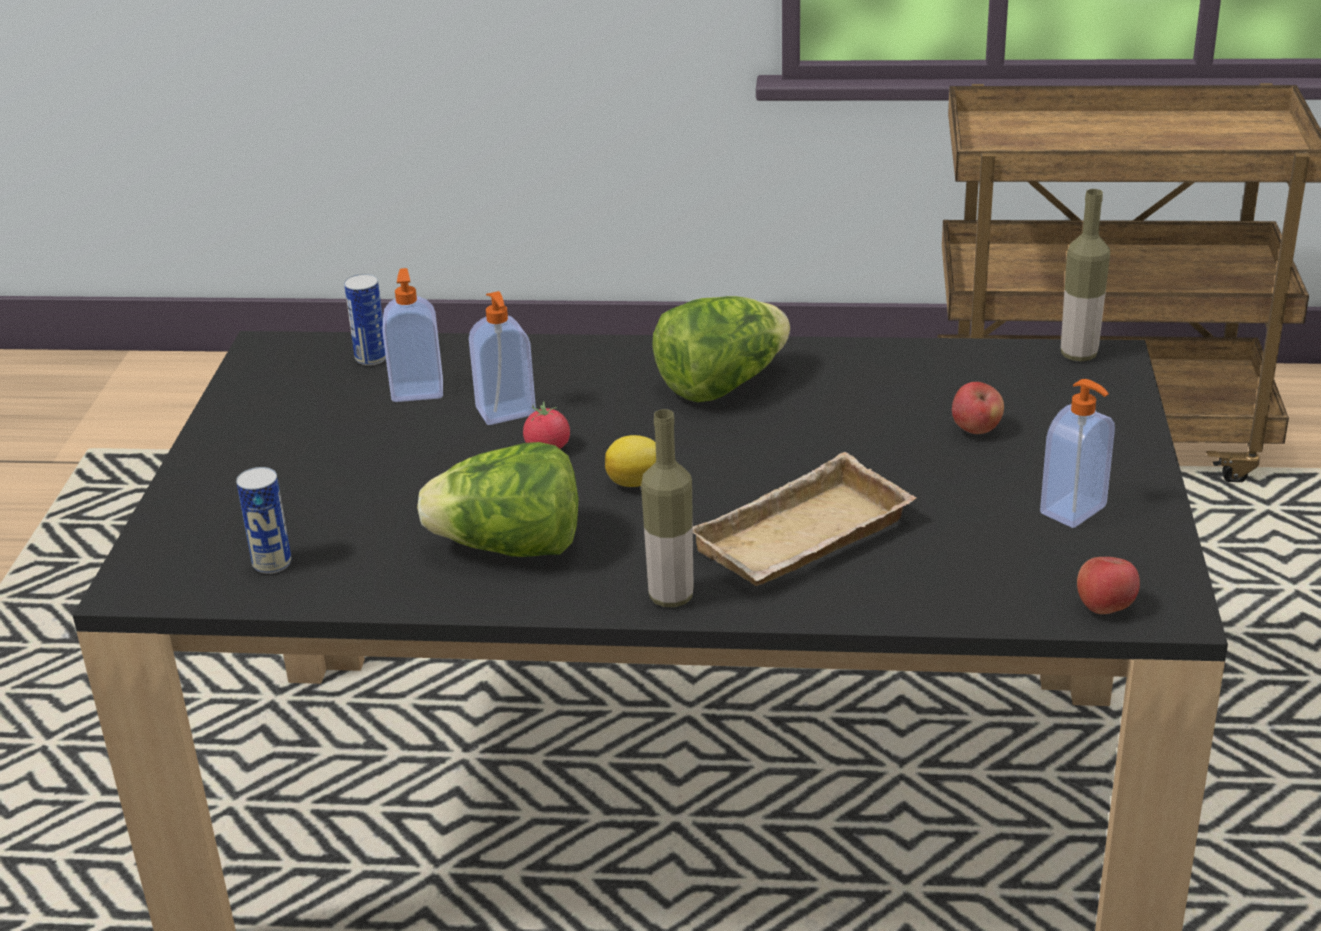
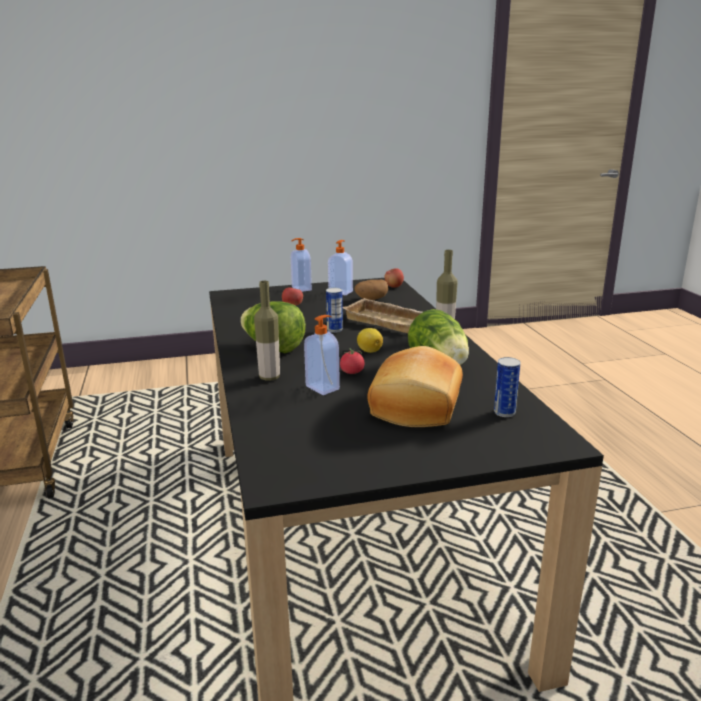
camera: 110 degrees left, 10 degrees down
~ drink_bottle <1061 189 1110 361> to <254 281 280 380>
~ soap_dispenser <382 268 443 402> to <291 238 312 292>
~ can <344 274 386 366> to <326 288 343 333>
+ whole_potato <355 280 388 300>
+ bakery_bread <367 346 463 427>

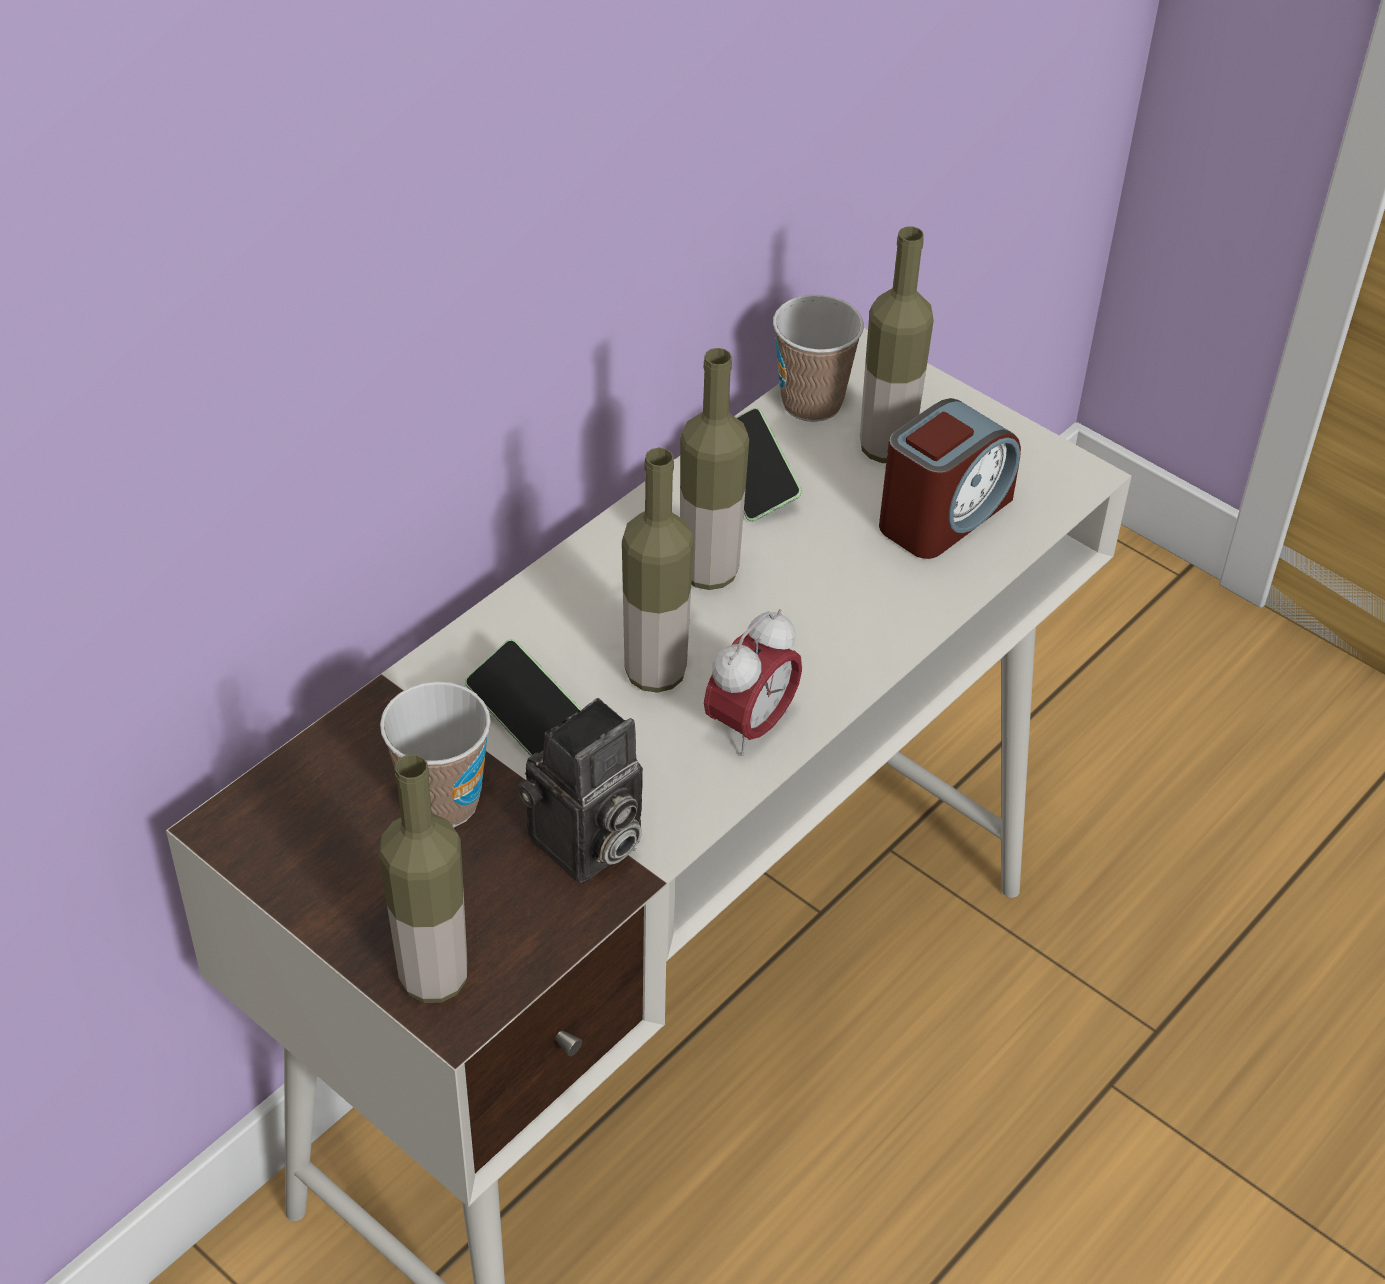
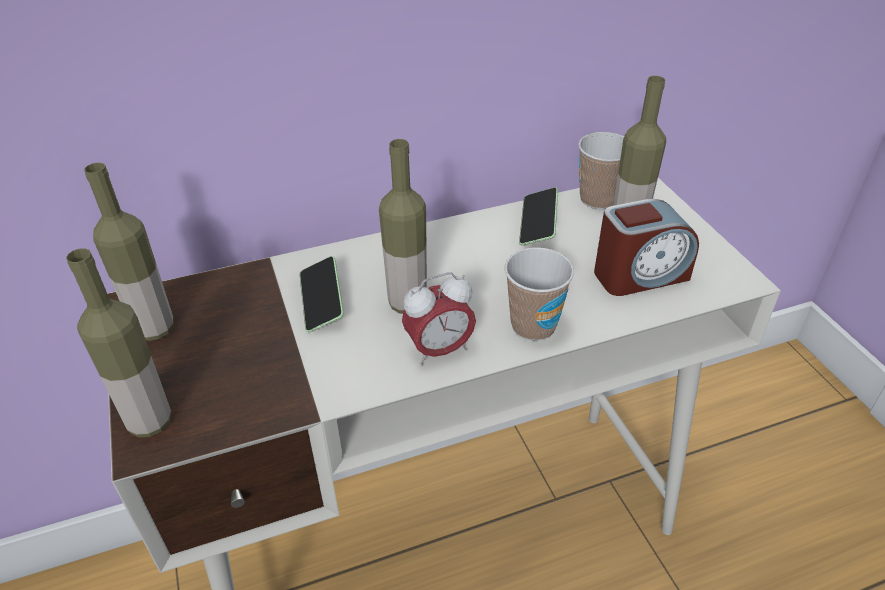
camera: 30 degrees right, 5 degrees down
~ drink_bottle <680 348 749 590> to <84 163 174 341>
~ cup <380 682 491 827> to <505 247 574 341>
- still_camera <518 698 643 883>

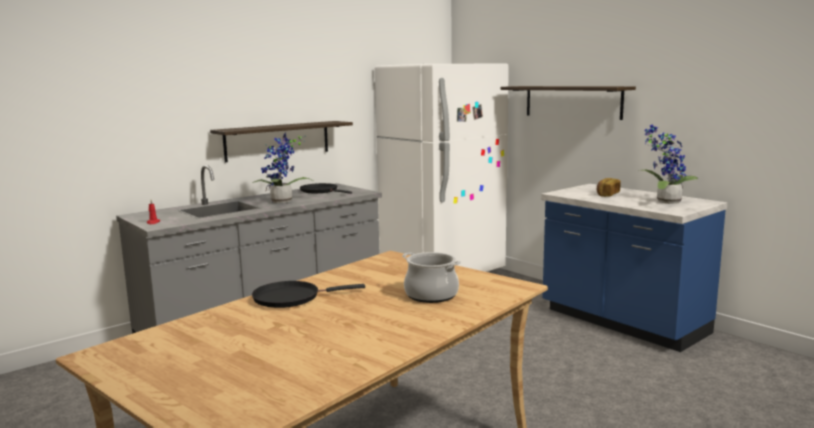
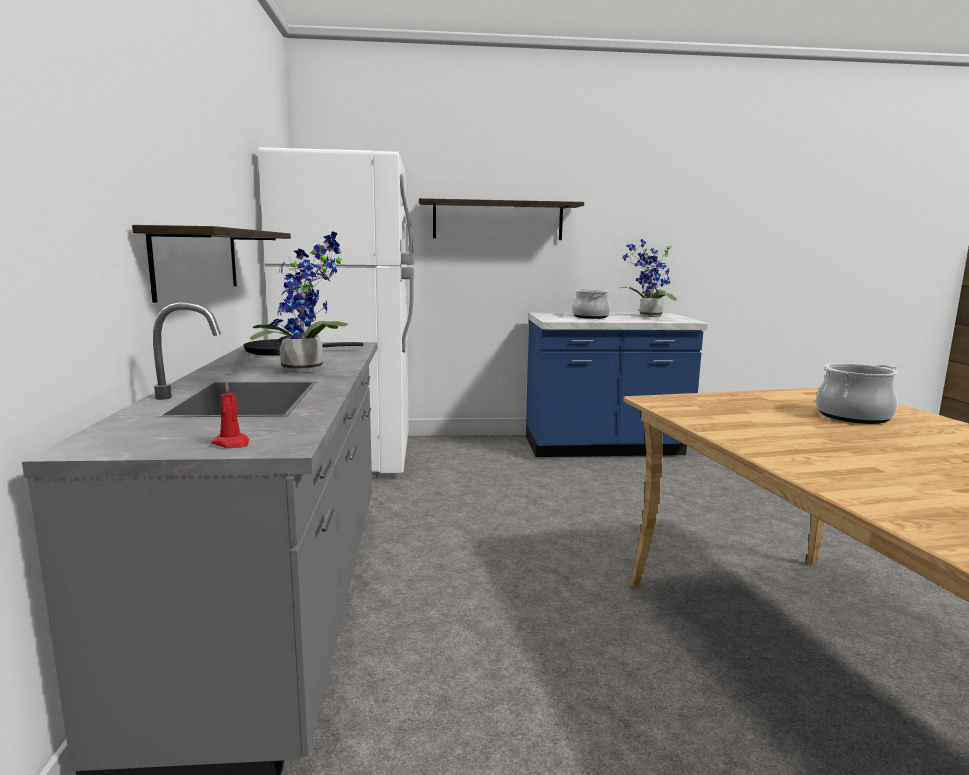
camera: 55 degrees left, 0 degrees up
~ bakery_bread <597 178 621 197> to stockpot <572 289 610 319>
- blackish_frying_pan <252 281 365 308>

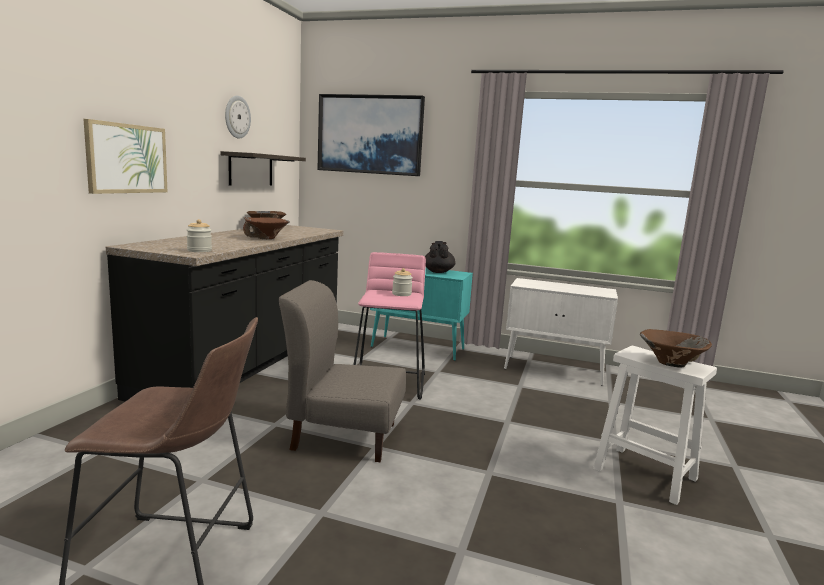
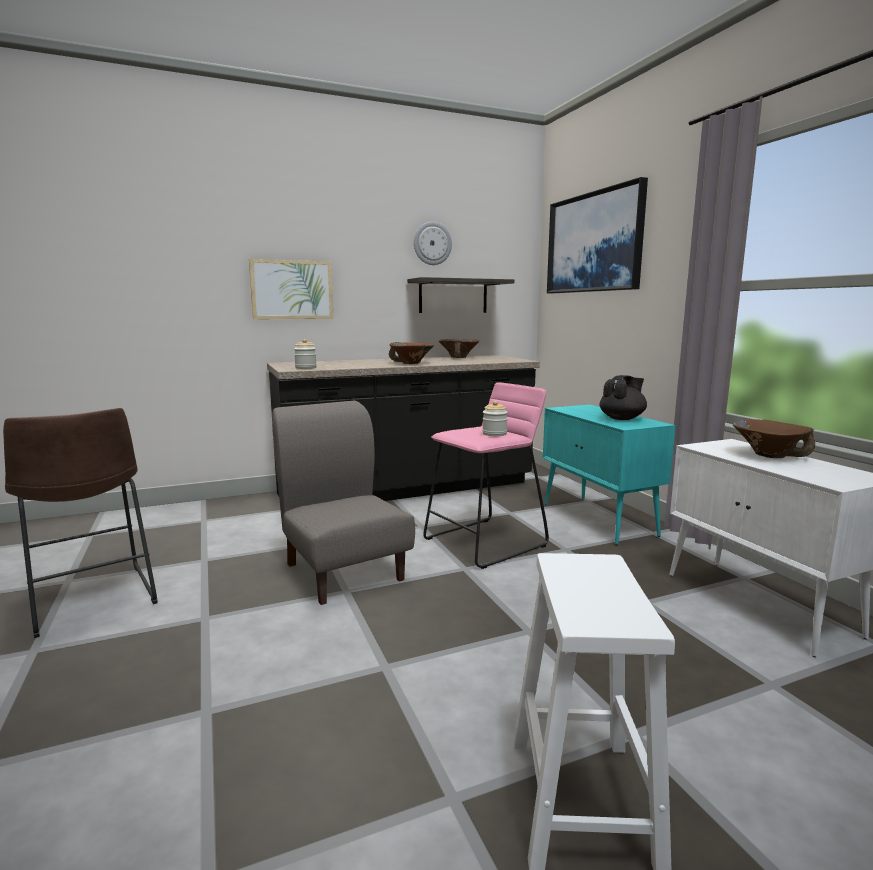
camera: 50 degrees right, 0 degrees up
~ brown_deep_dish <640 329 712 368> to <733 419 815 458>

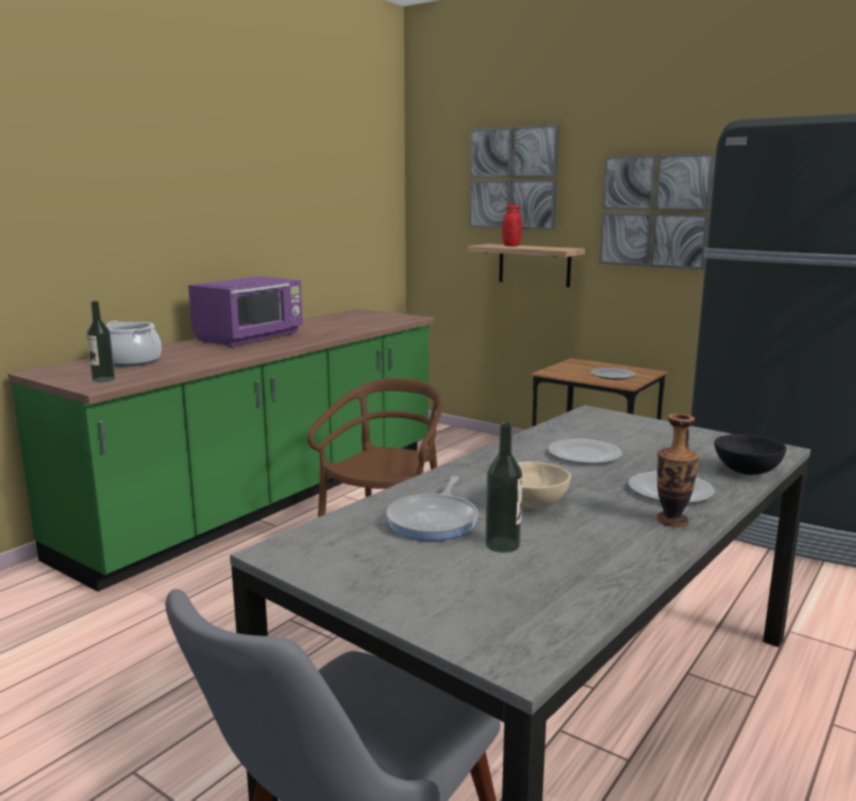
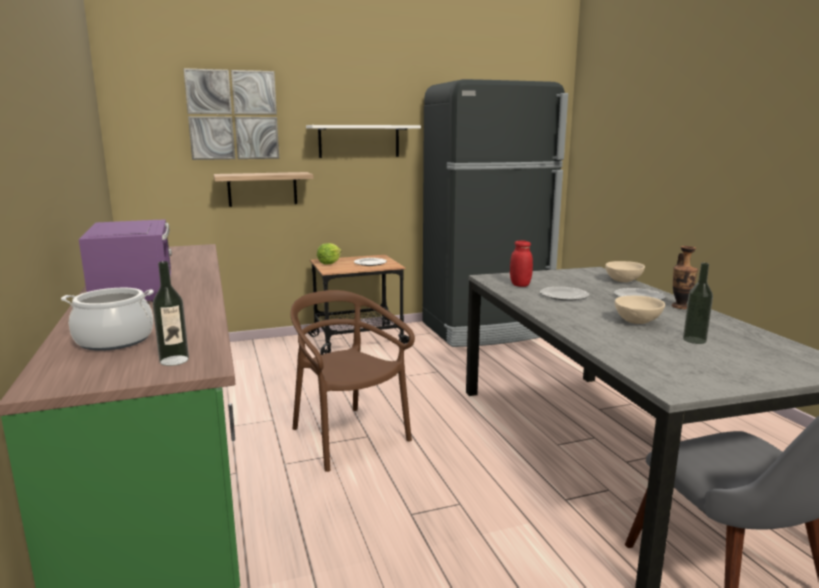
camera: 55 degrees left, 0 degrees up
~ picture <599 153 715 270> to white_shelf <306 125 421 158>
+ lettuce_head <317 243 342 264>
~ red_jar <502 205 522 246> to <510 240 533 287>
~ blackish_deep_dish <714 434 787 475> to sand-coloured_deep_dish <605 261 645 282>
- frying_pan <386 476 478 541>

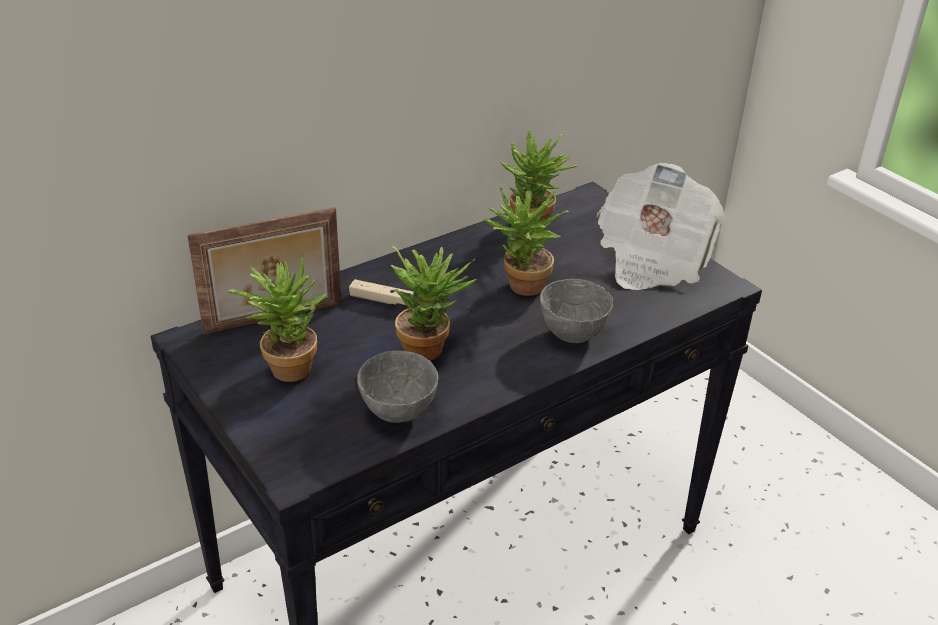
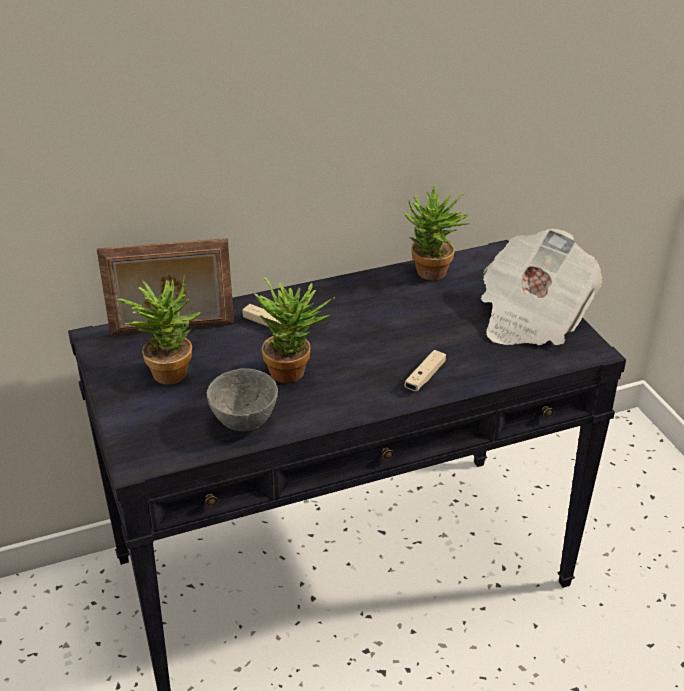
camera: 15 degrees right, 0 degrees up
~ greyish_deep_dish <540 279 613 343> to sand-coloured_gamepad <404 350 446 391>
- houseplant <483 187 569 296>

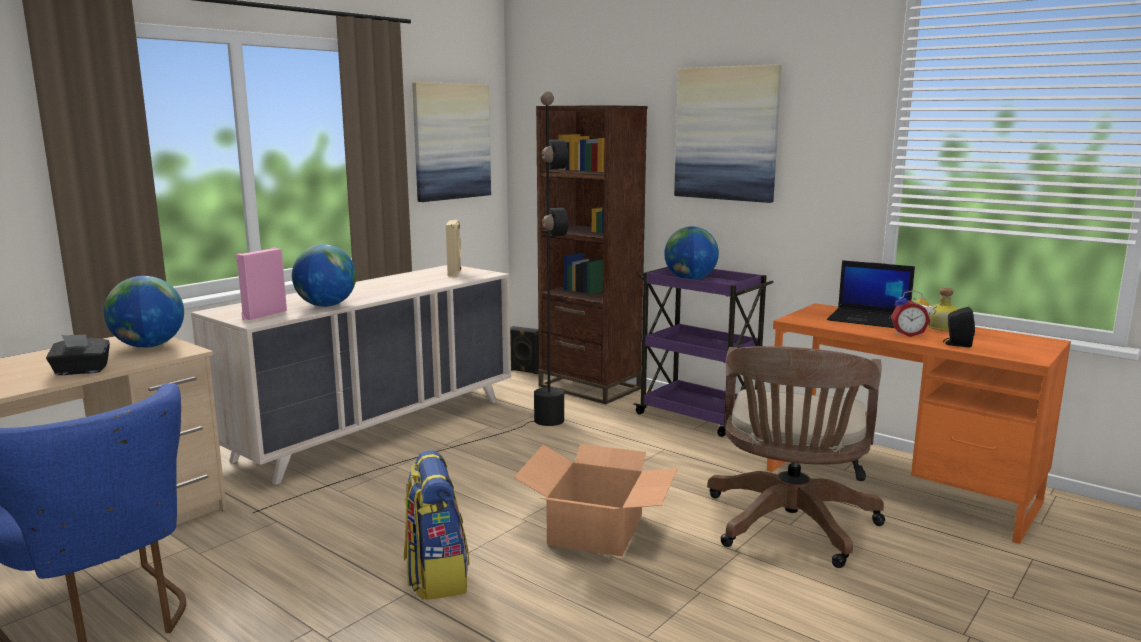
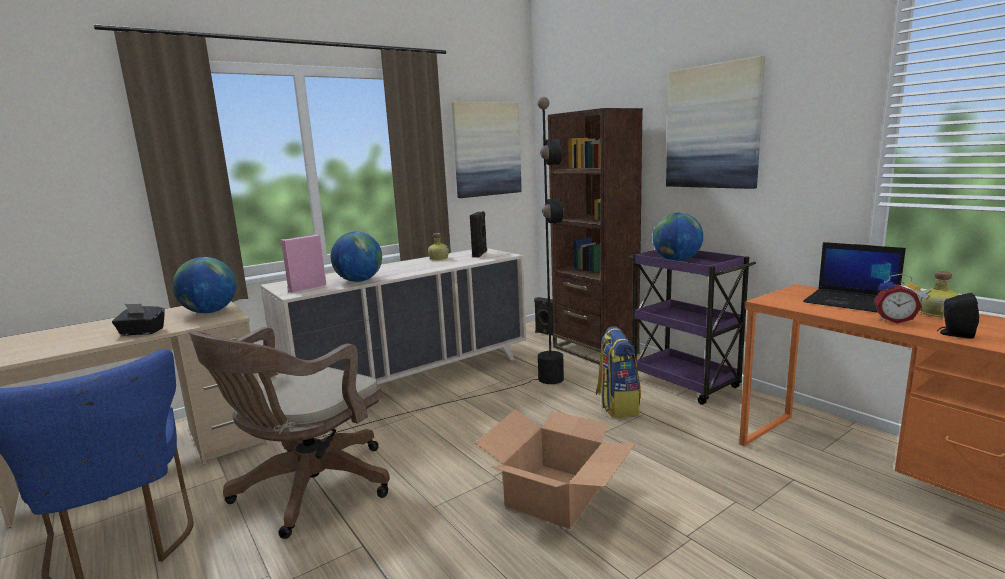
camera: 15 degrees right, 0 degrees up
~ brown_desk_chair <707 346 885 568> to <189 327 390 539>
+ drink_bottle <428 233 449 260>
~ sand-coloured_audio_speaker <446 220 461 277> to blackish_audio_speaker <470 211 487 258>
~ rucksack <404 450 470 600> to <596 326 641 417>

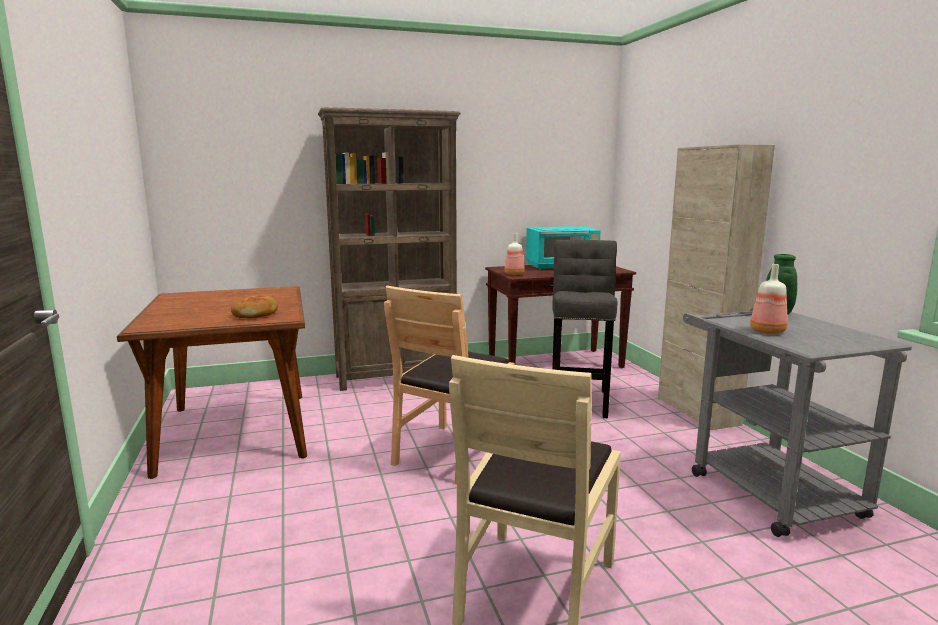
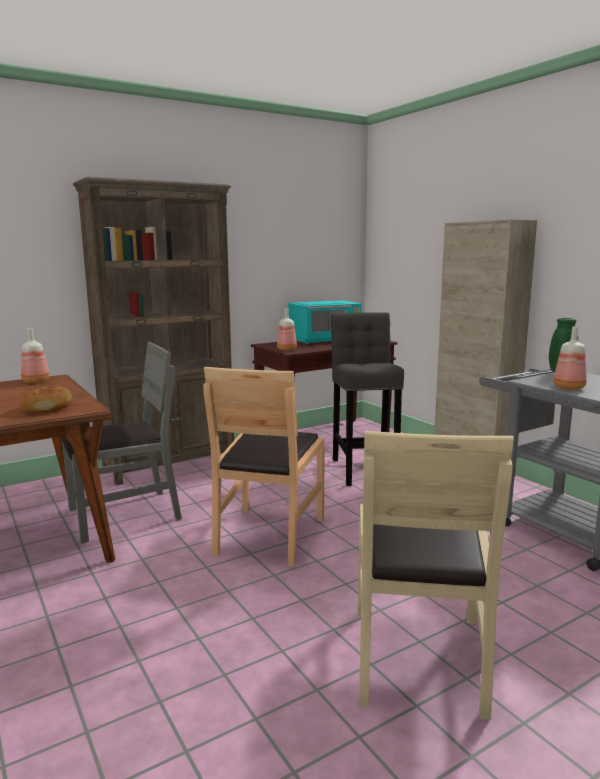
camera: 15 degrees left, 0 degrees up
+ drink_bottle <21 328 50 383>
+ greyish_chair <61 342 182 544>

